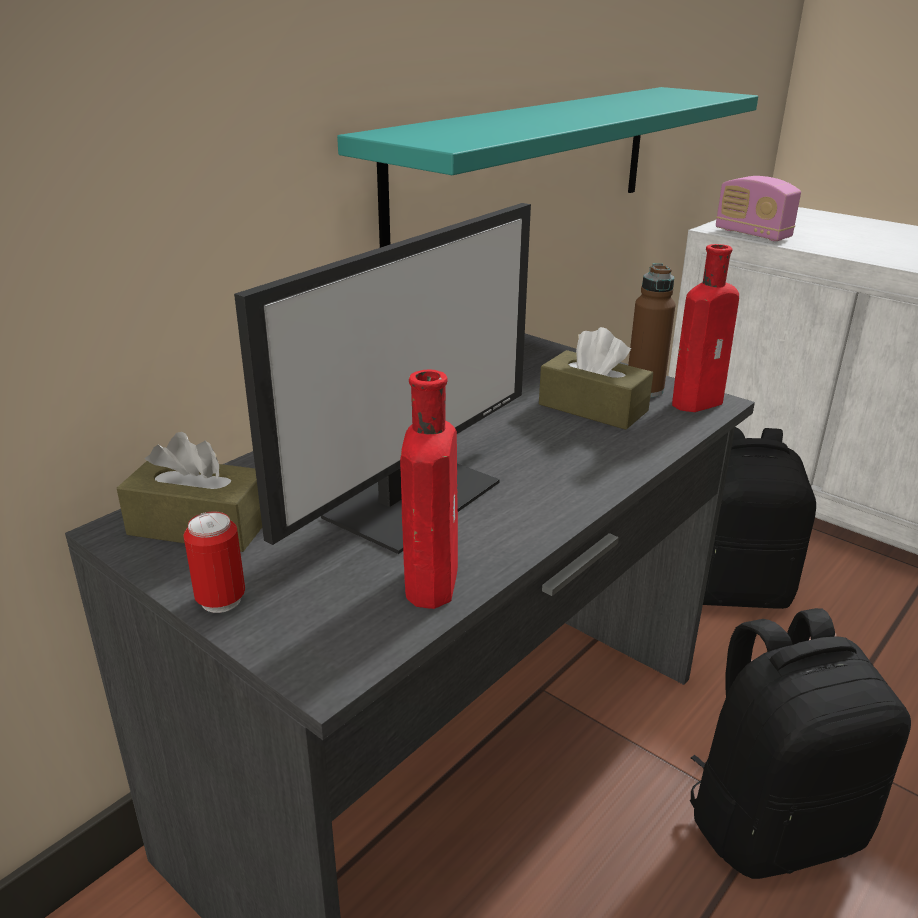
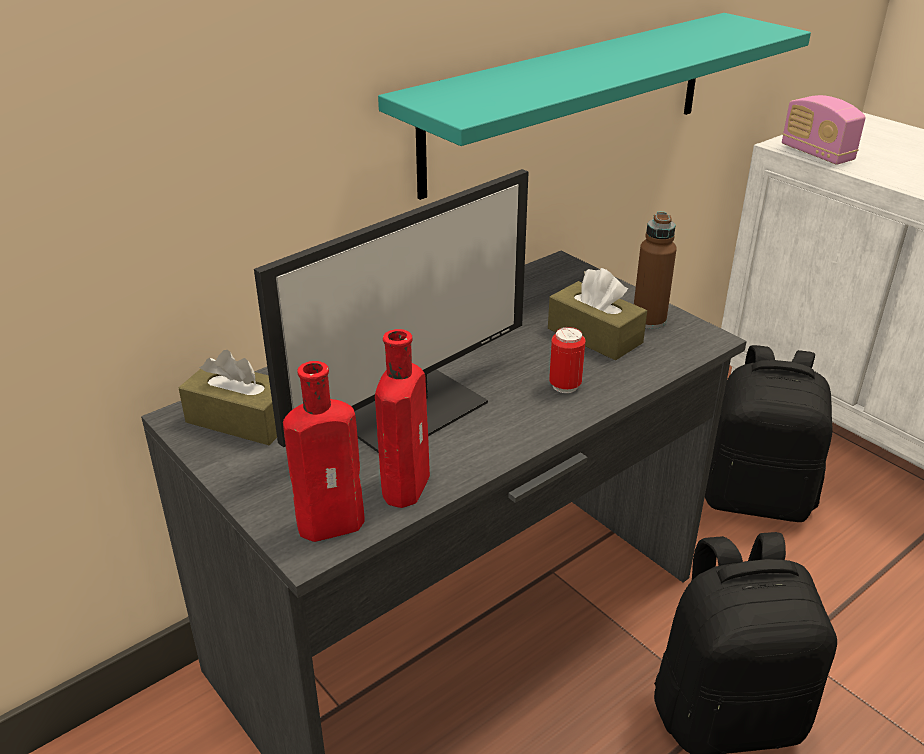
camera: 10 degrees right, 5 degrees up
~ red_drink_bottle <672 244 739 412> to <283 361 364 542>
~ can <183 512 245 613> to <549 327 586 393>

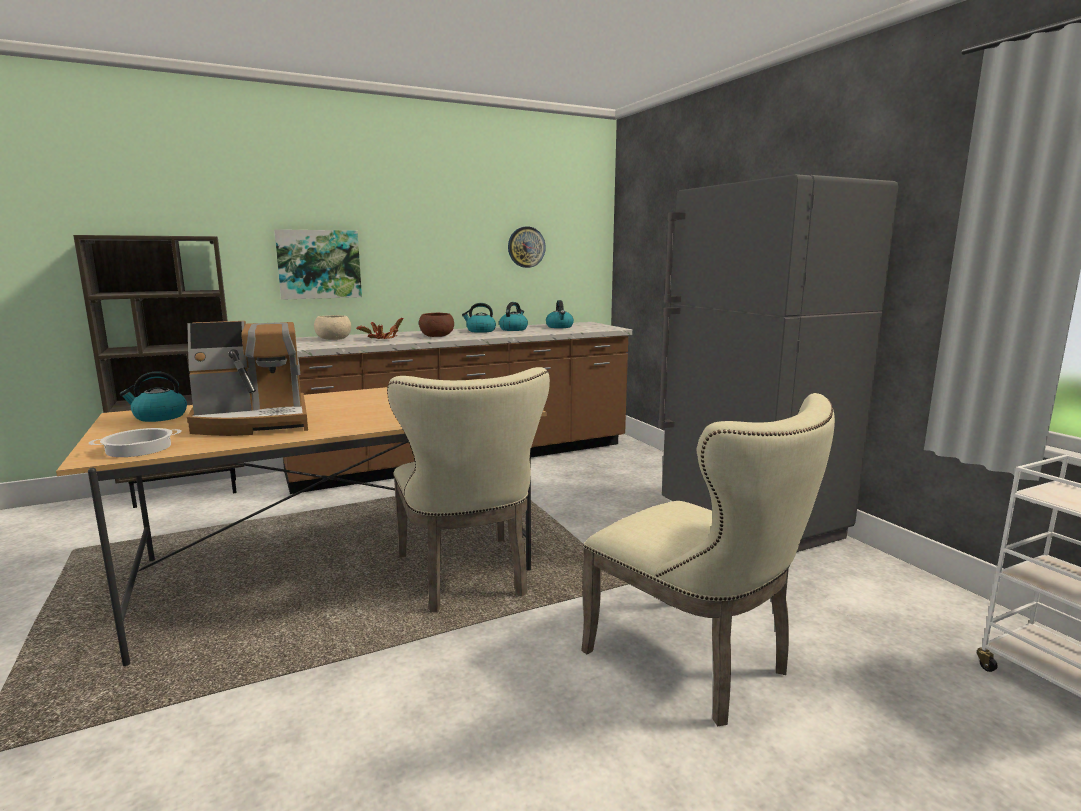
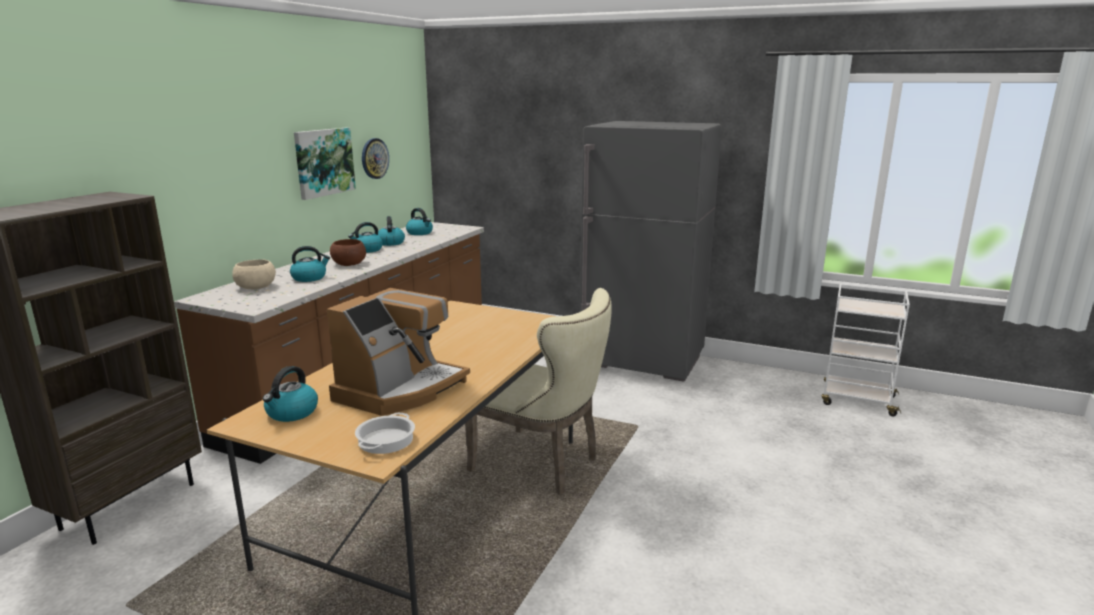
camera: 40 degrees left, 5 degrees up
~ houseplant <356 317 404 339> to water_kettle <290 246 330 282>
~ picture <274 229 362 300> to <294 127 356 200>
- sand-coloured_chair <581 393 835 726>

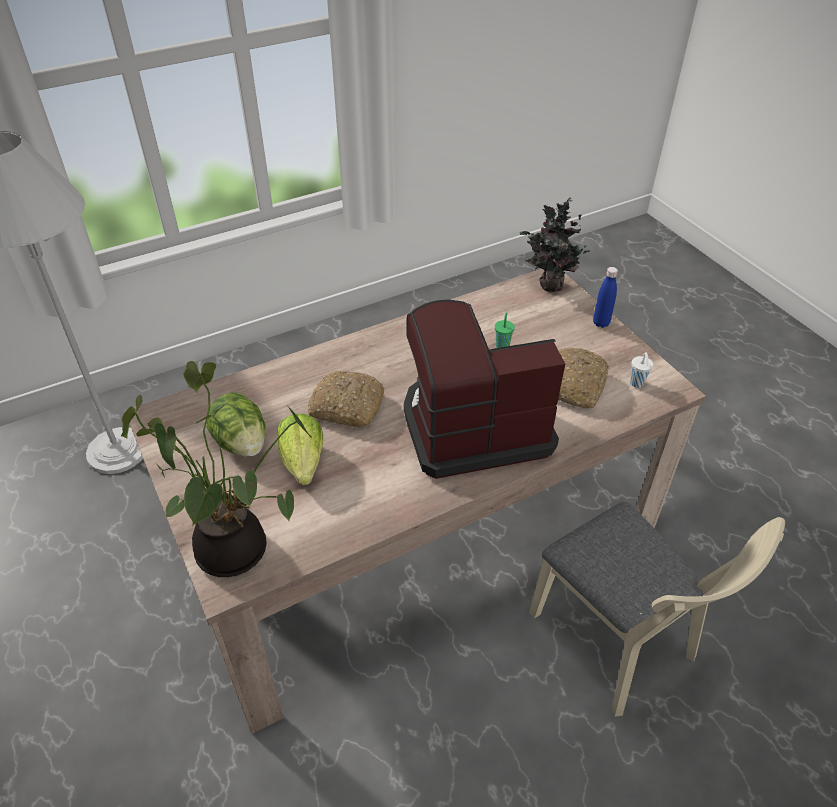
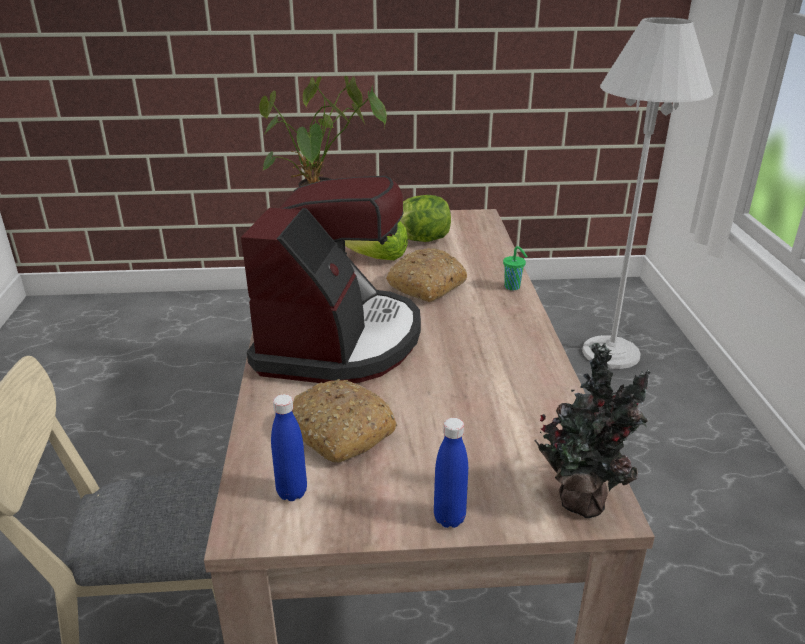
camera: 115 degrees right, 15 degrees down
~ white_cup <630 352 653 388> to blue-coloured_drink_bottle <271 394 307 501>
~ green-coloured_cup <495 312 515 348> to <503 246 528 290>

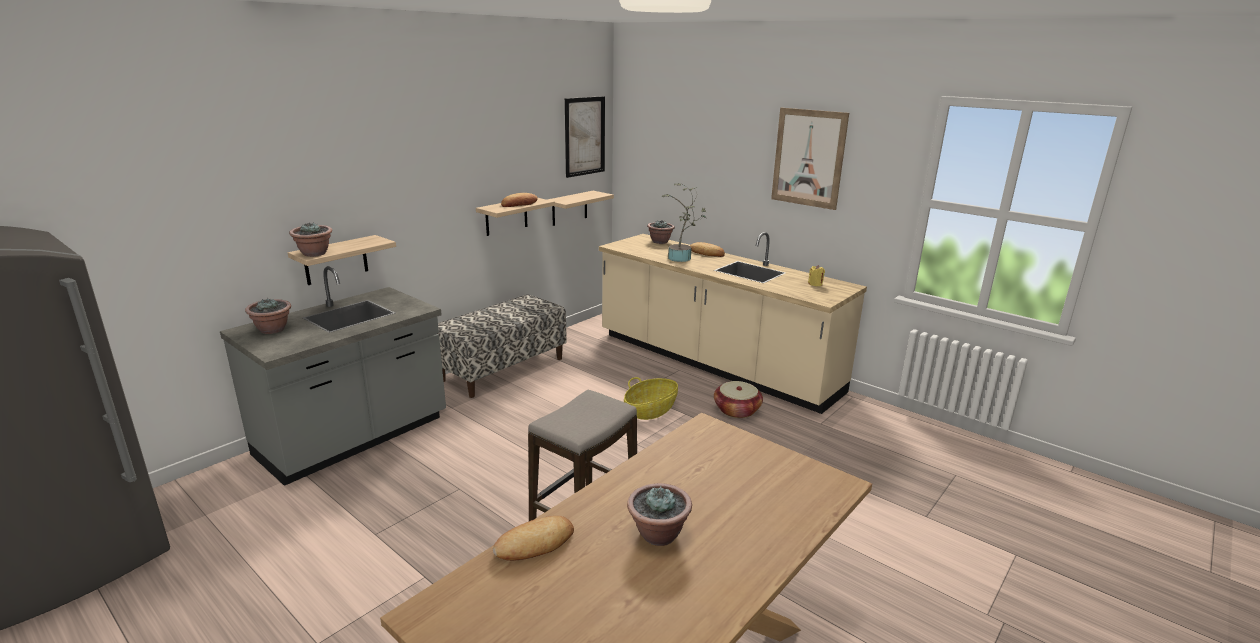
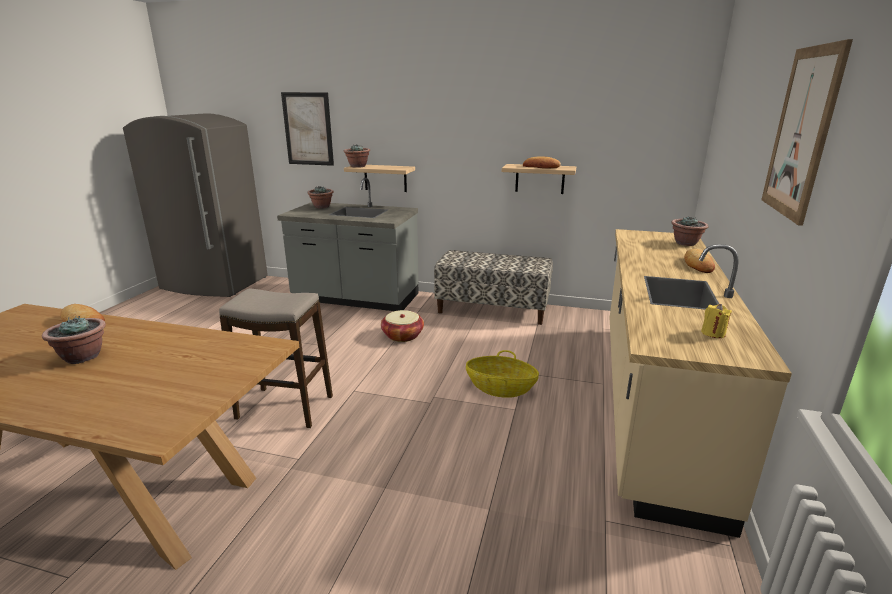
camera: 65 degrees right, 0 degrees up
~ picture <565 96 605 178> to <281 92 334 166>
~ storage_basket <714 381 763 418> to <381 310 424 342>
- shelf <547 191 614 226>
- houseplant <662 183 706 262>

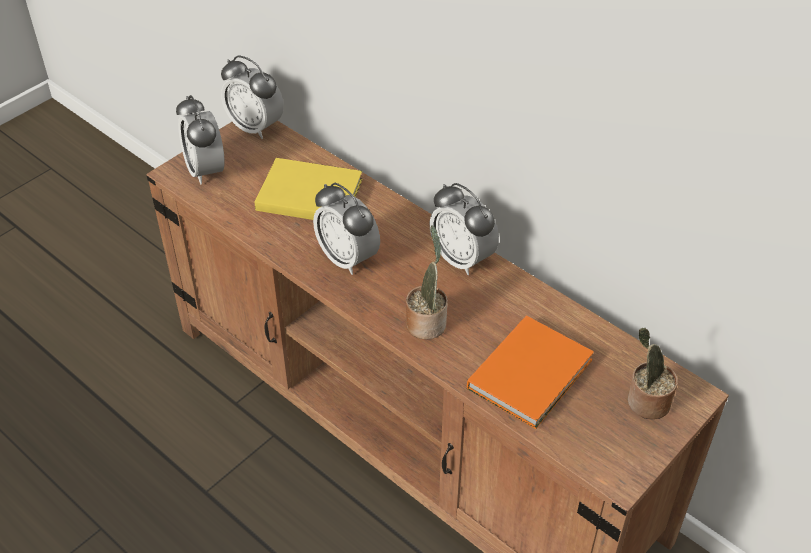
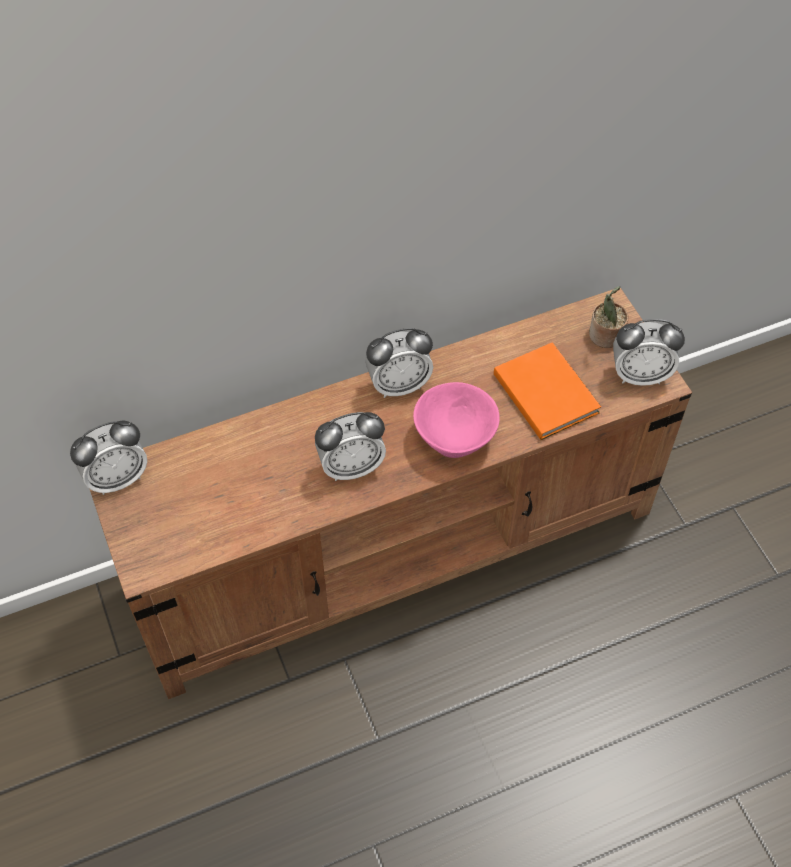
camera: 65 degrees left, 10 degrees up
~ houseplant <406 225 448 339> to pink_deep_dish <413 382 500 458>
~ bedside_clock <176 95 225 185> to <613 319 685 386>
- yellow-coloured_volume <255 158 362 220>

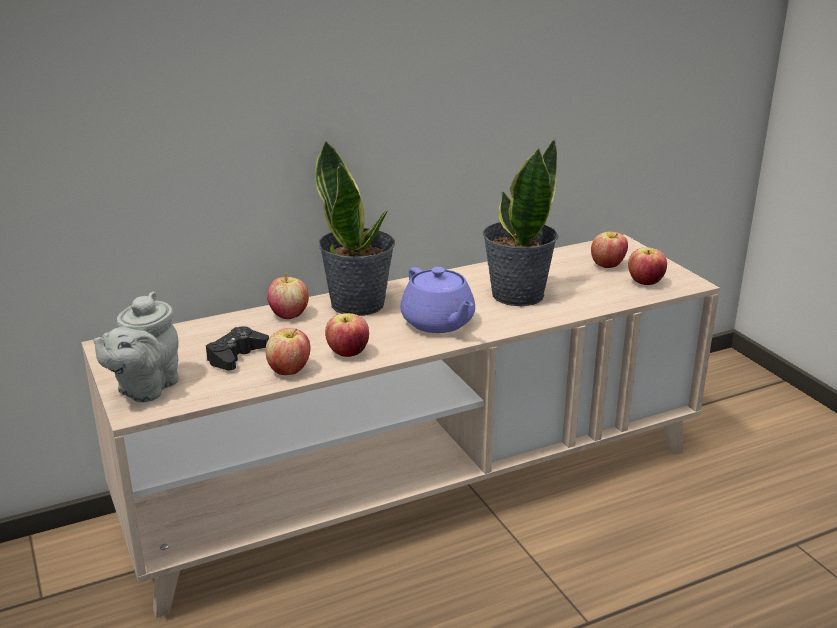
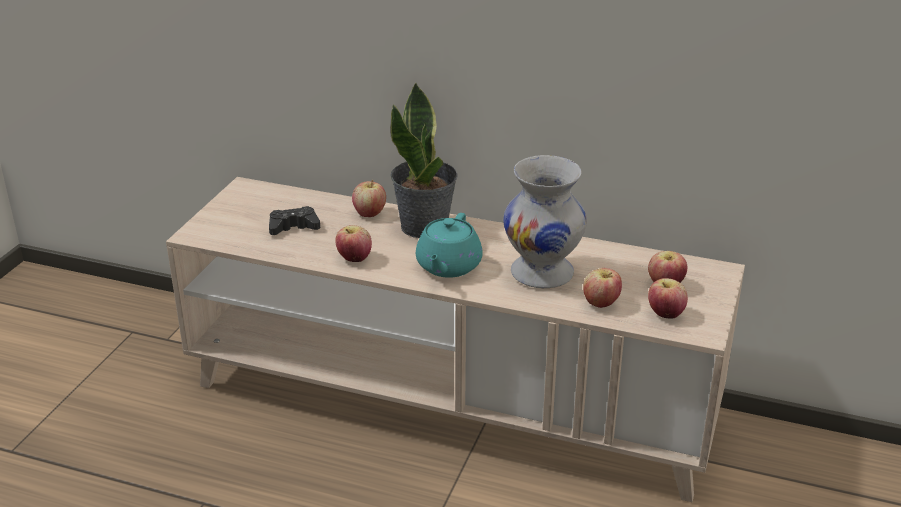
camera: 45 degrees right, 5 degrees up
~ purple-coloured_teapot <400 267 475 333> to blue-green_teapot <416 213 483 278>
~ houseplant <483 139 558 306> to white_flower_vase <503 155 587 288>
~ apple <265 328 310 375> to <583 268 622 308>
- greyish_teapot <93 292 179 403>

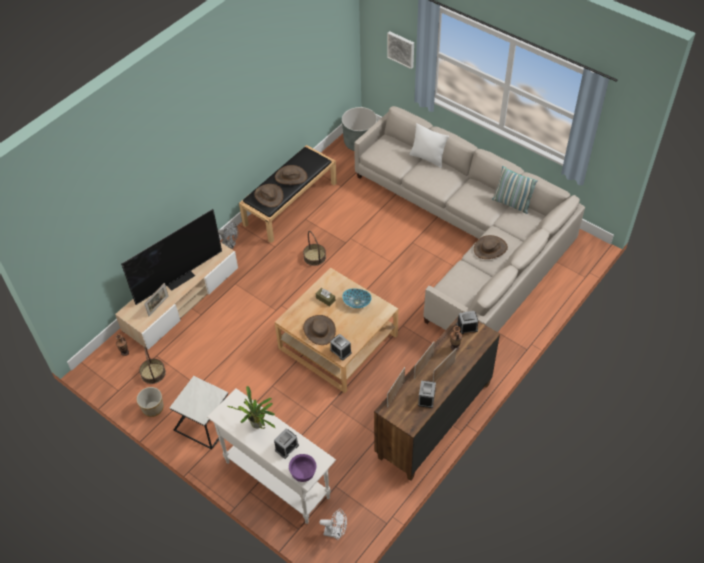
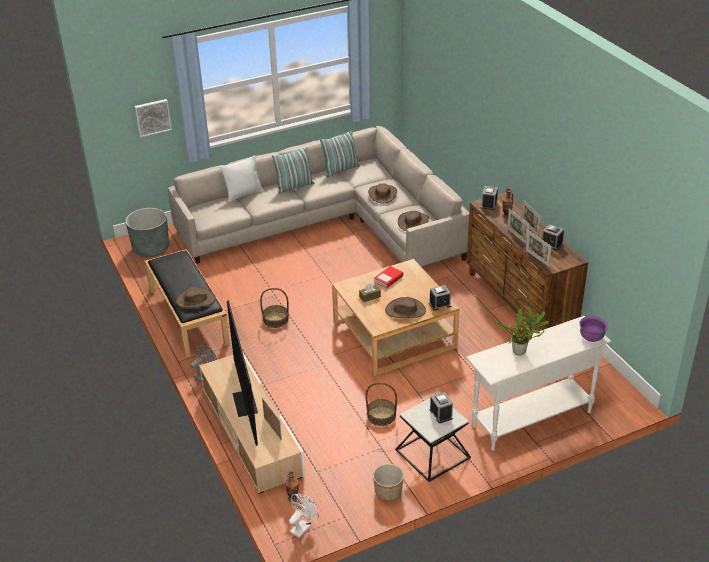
camera: 65 degrees left, 15 degrees down
+ pillow <272 147 314 194>
~ white_electric_fan <319 509 347 540> to <289 494 319 538>
~ storage_basket <139 347 166 384> to <366 383 397 426>
~ deep_dish <342 288 372 308> to volume <374 266 403 289>
~ brown_wearable_hat <275 165 308 185> to <398 211 429 231>
~ bedside_clock <274 429 299 459> to <430 392 453 423>

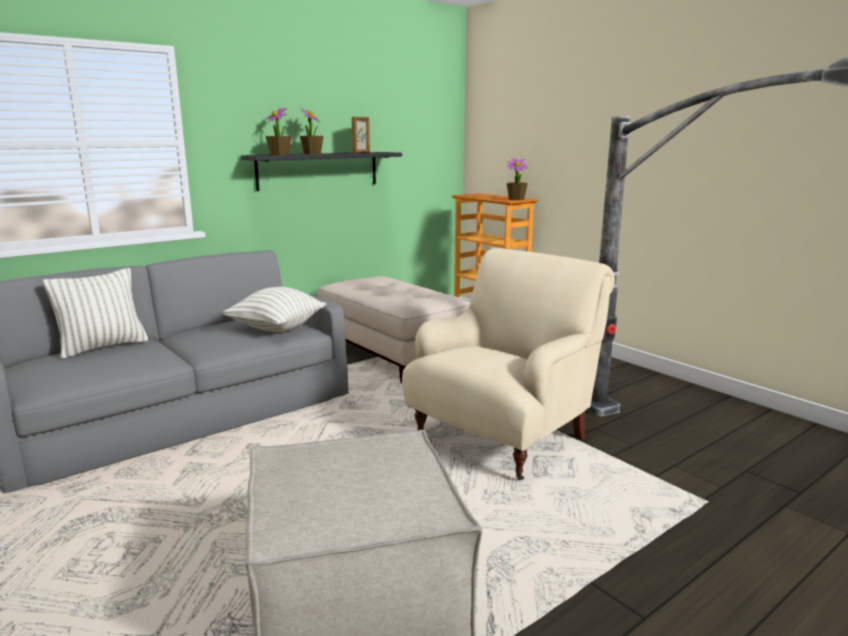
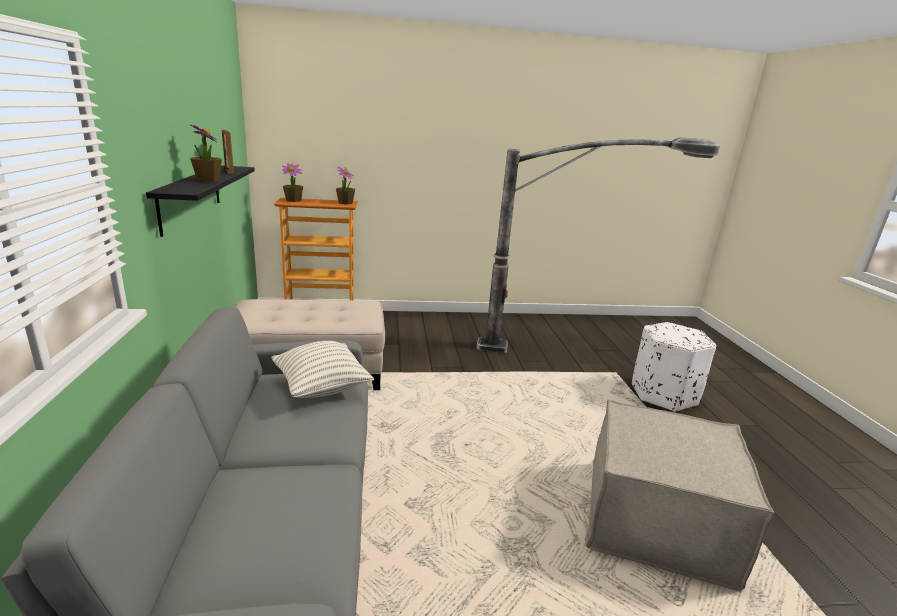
camera: 60 degrees left, 5 degrees up
~ houseplant <266 108 292 155> to <282 163 303 202>
+ white_pouffe <632 322 716 412>
- pillow <42 268 148 359>
- sand-coloured_armchair <402 248 615 480>

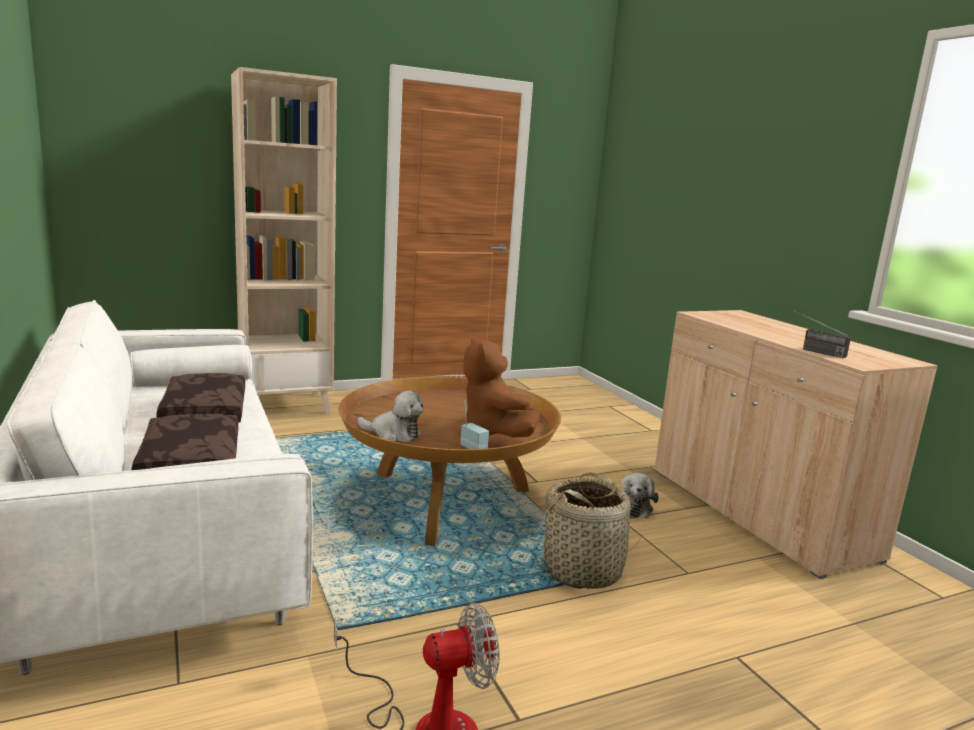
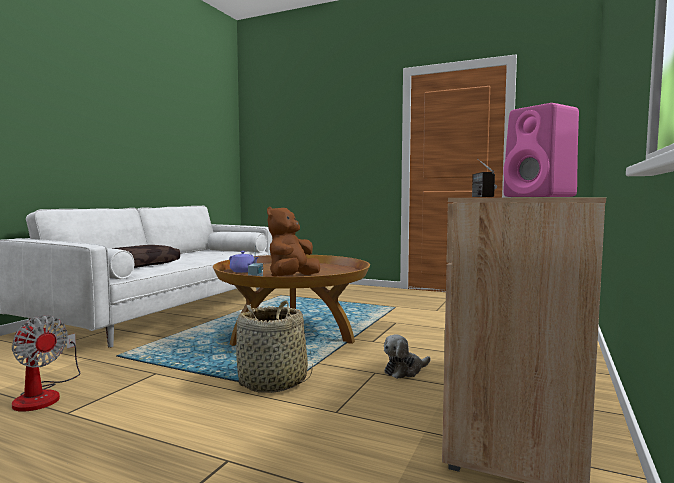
camera: 50 degrees right, 10 degrees down
~ cuddly_toy <357 390 424 442> to purple-coloured_teapot <229 251 258 273>
+ pink_audio_speaker <503 103 579 197>
- brown_pillow <156 373 245 423>
- sand-coloured_bookshelf <231 67 337 414>

